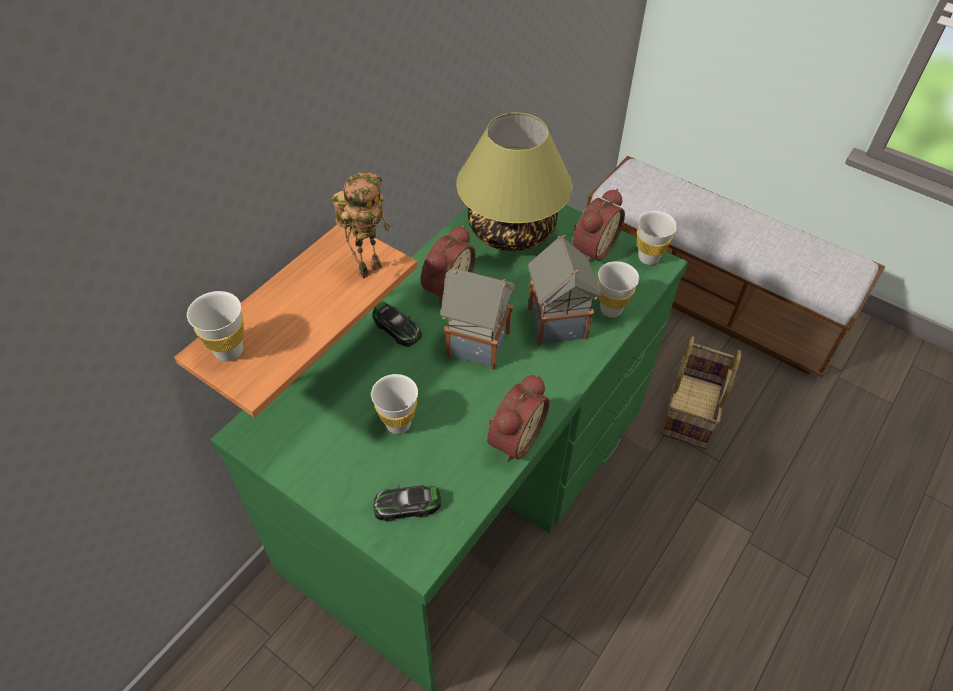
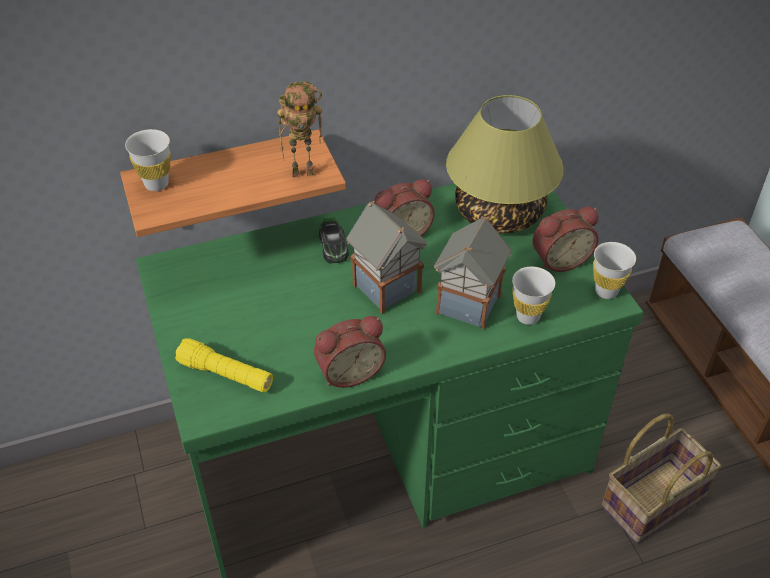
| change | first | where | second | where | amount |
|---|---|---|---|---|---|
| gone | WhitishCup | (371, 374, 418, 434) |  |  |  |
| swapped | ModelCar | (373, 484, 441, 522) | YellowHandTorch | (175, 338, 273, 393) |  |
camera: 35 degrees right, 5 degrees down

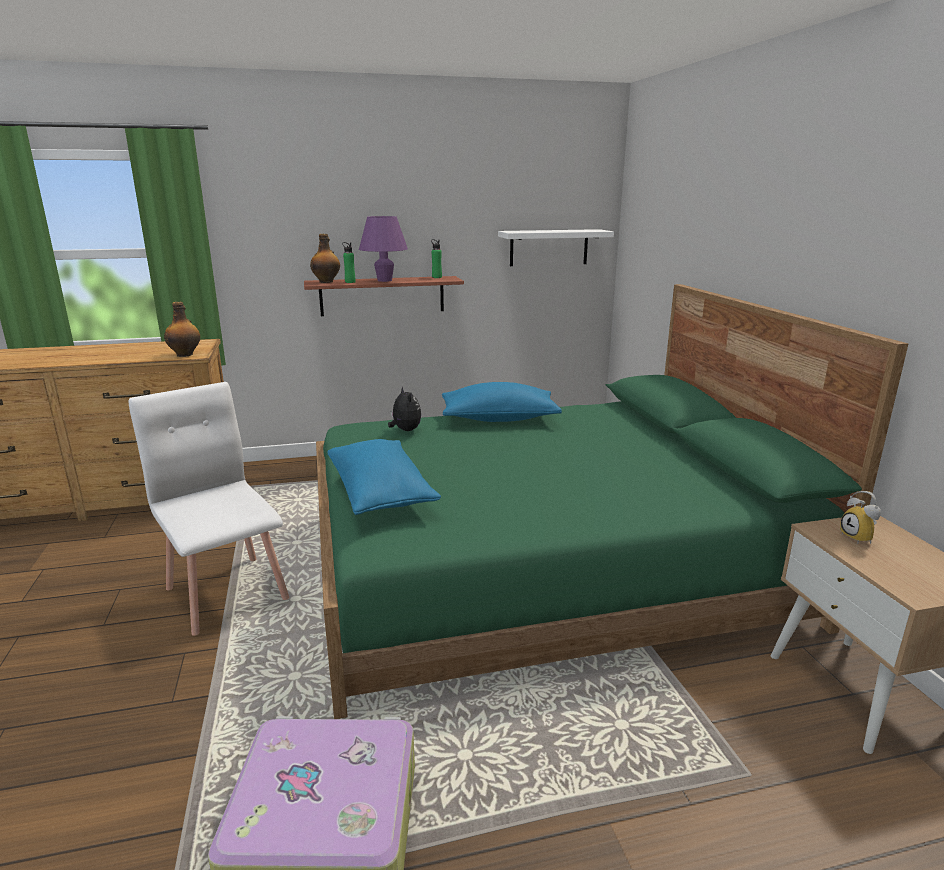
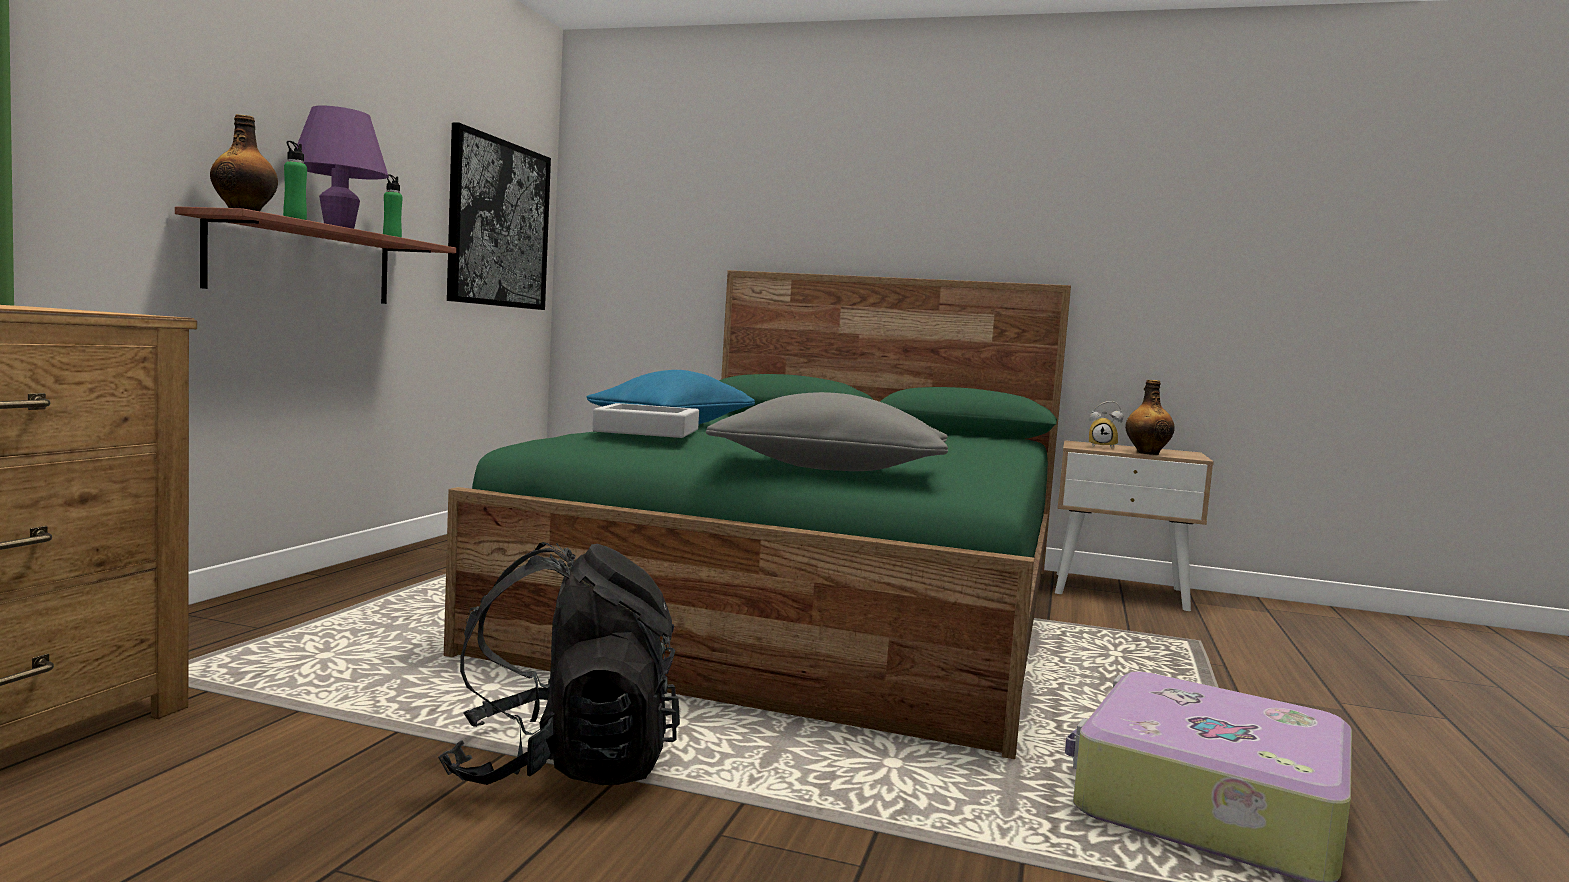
| change | first | where | second | where | amount |
|---|---|---|---|---|---|
| shifted | BeverageBottle | (164, 302, 200, 357) |  | (1125, 380, 1175, 455) |  |
| swapped | WhitishUprightChair | (129, 382, 289, 636) | BlackishBackpack | (438, 542, 680, 785) |  |
| swapped | PlushToy | (388, 386, 421, 431) | GreyServingTray | (592, 403, 699, 438) |  |
| swapped | WhitishShelf | (498, 229, 614, 266) | WallArt | (447, 123, 551, 310) |  |
| repainted | BluishCushion | (327, 439, 441, 515) | GreyCushion | (706, 392, 948, 471) |  |
camera: 60 degrees left, 15 degrees down

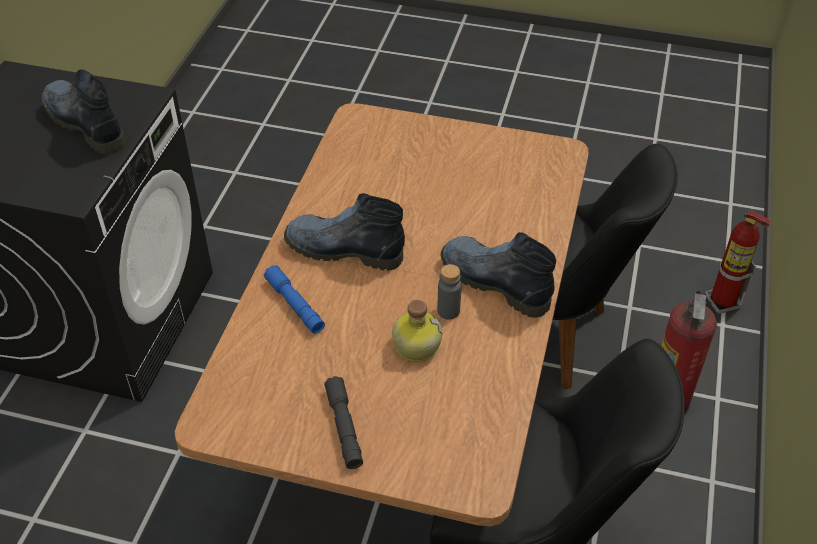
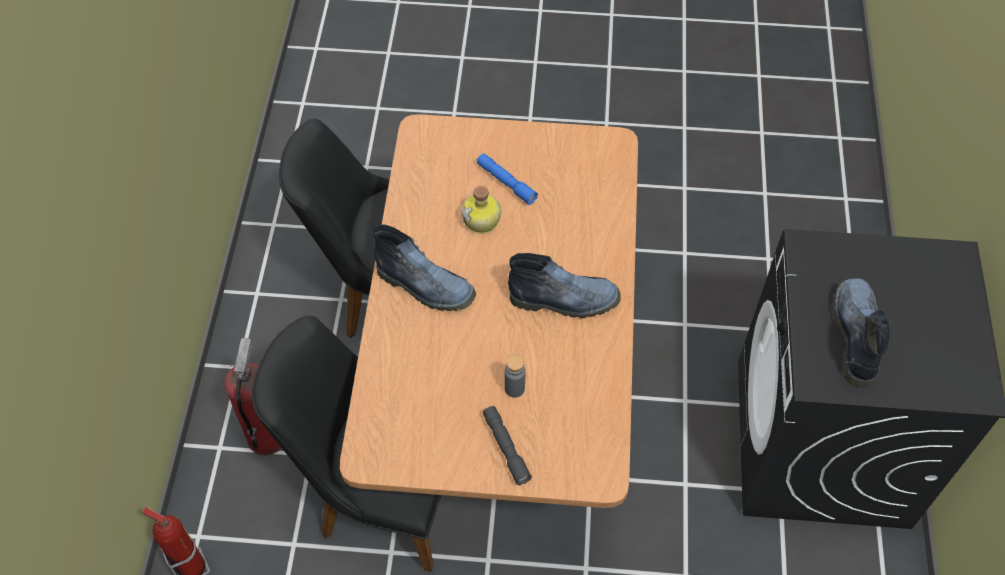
| change | first | where | second | where | amount |
|---|---|---|---|---|---|
| shifted | BluishHandTorch | (264, 265, 325, 334) |  | (477, 153, 538, 205) |  |
| shifted | GreyHandTorch | (324, 376, 363, 469) |  | (483, 406, 532, 486) |  |
| shifted | GreyBeverageBottle | (437, 264, 462, 320) |  | (504, 355, 525, 398) |  |
| rotated | TallBoot | (41, 69, 126, 154) |  | (834, 278, 891, 388) | 120 degrees counterclockwise |
camera: 170 degrees right, 10 degrees up

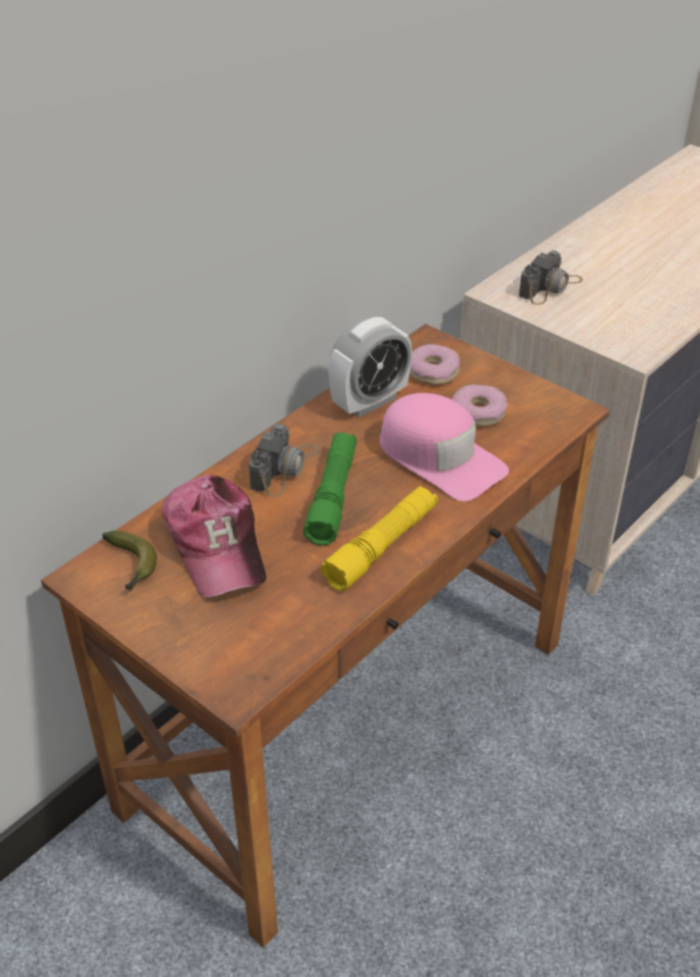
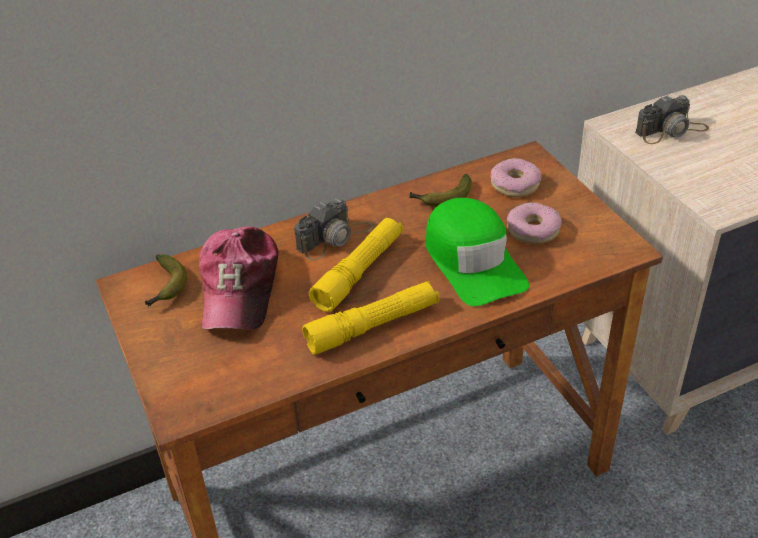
| change | first | where | second | where | amount |
|---|---|---|---|---|---|
| swapped | BedsideClock | (328, 317, 412, 417) | WholeBanana | (409, 174, 472, 207) |  |
| repainted | GreenColouredHandTorch | (303, 433, 357, 546) | YellowHandTorch | (309, 217, 403, 312) |  |
| repainted | PinkPeakedCap | (380, 393, 509, 501) | GreenColouredPeakedCap | (425, 198, 529, 306) |  |
camera: 25 degrees right, 0 degrees up

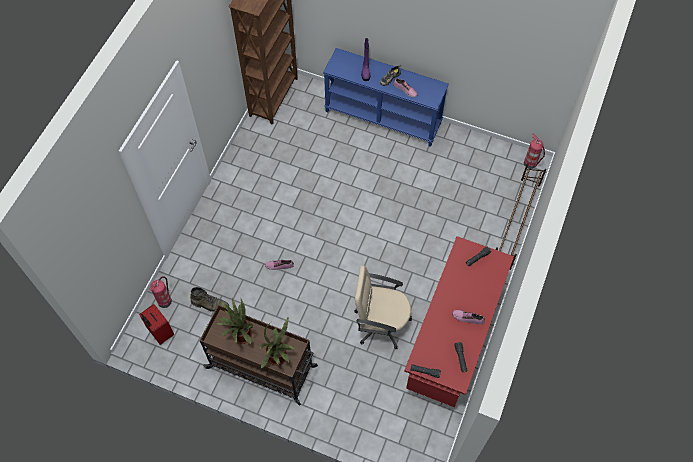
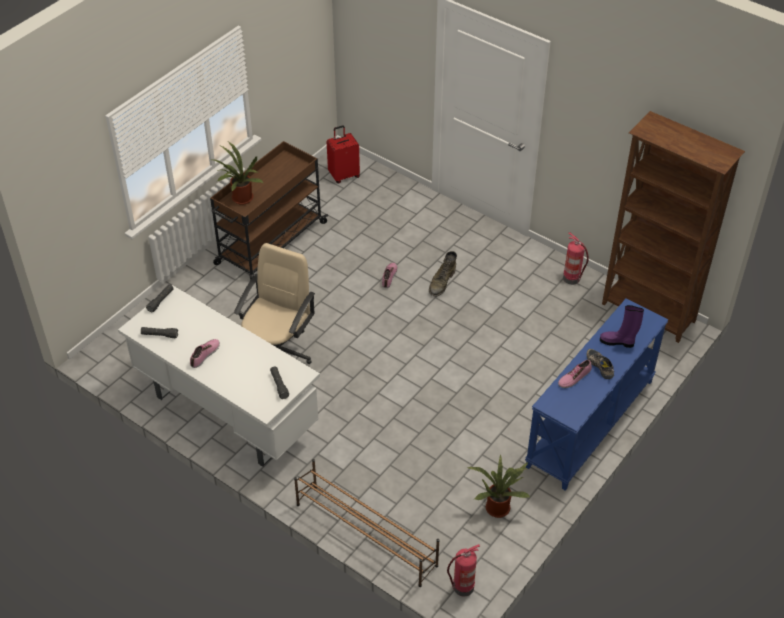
| change | first | where | second | where | amount |
|---|---|---|---|---|---|
| shifted | FireFightingCylinder | (149, 276, 172, 308) |  | (563, 232, 589, 285) |  |
| shifted | GreenColouredTallBoot | (190, 287, 229, 312) |  | (429, 251, 457, 297) |  |
| shifted | PlantInAPot | (215, 298, 253, 344) |  | (467, 454, 531, 518) |  |
| repainted | RedDesk | (404, 236, 514, 407) | WhitishDesk | (118, 285, 320, 467) |  |
camera: 105 degrees right, 15 degrees down

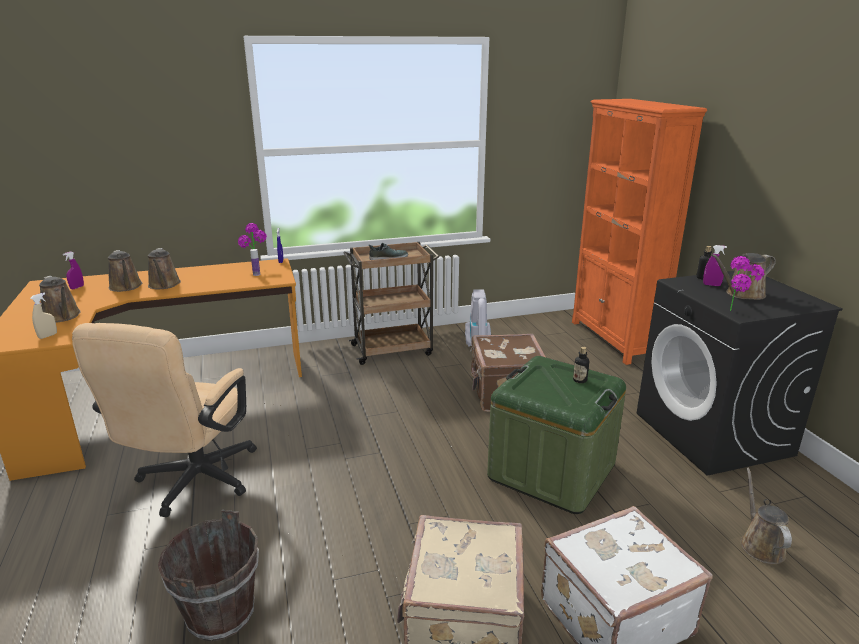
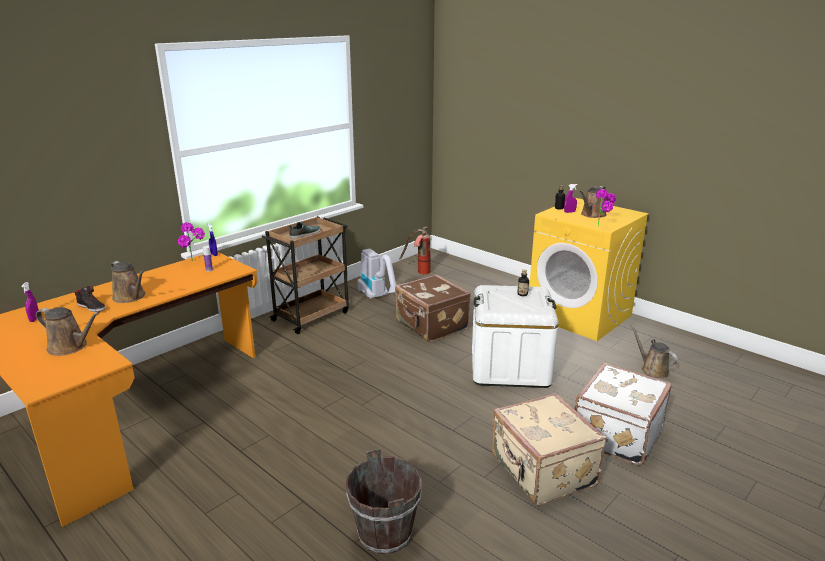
| change | first | where | second | where | amount |
|---|---|---|---|---|---|
| gone | BeigeColouredHandSprayer | (30, 293, 57, 339) |  |  |  |
| gone | BeigeColouredOfficeChair | (72, 323, 257, 517) |  |  |  |
| gone | OrangeyBookshelf | (572, 99, 707, 365) |  |  |  |
| new |  |  | FireFightingCylinder | (399, 227, 432, 275) |  |
| swapped | BrownSprinklingCan | (108, 250, 142, 292) | BlackishLowShoe | (74, 286, 106, 312) |  |
| repainted | GreenColouredStorageBin | (487, 356, 626, 514) | WhitishStorageBin | (472, 285, 558, 388) |  |
| repainted | BlackishWashingMachine | (637, 271, 842, 476) | YellowWashingMachine | (529, 198, 649, 341) |  |
camera: 30 degrees left, 0 degrees up

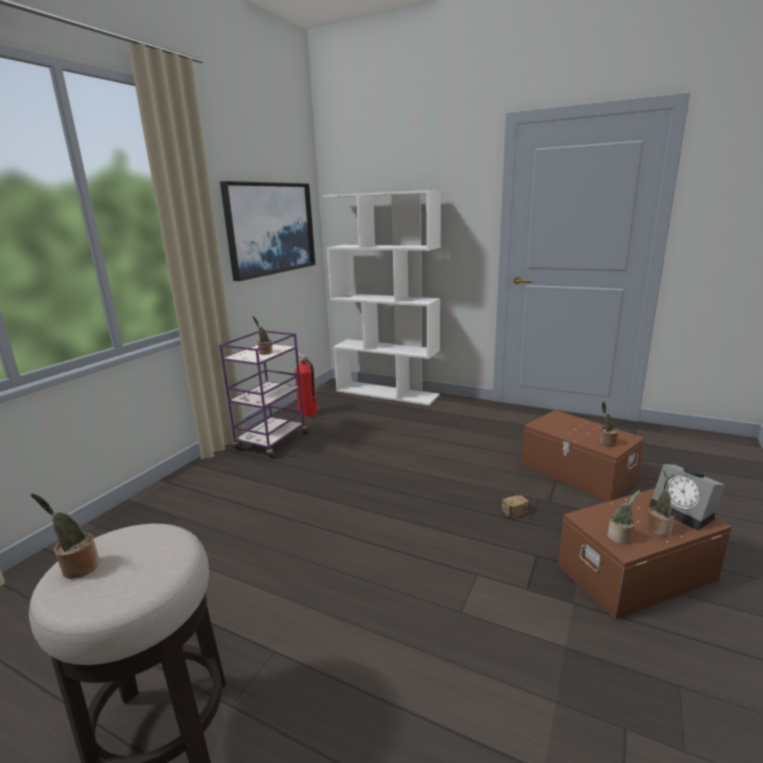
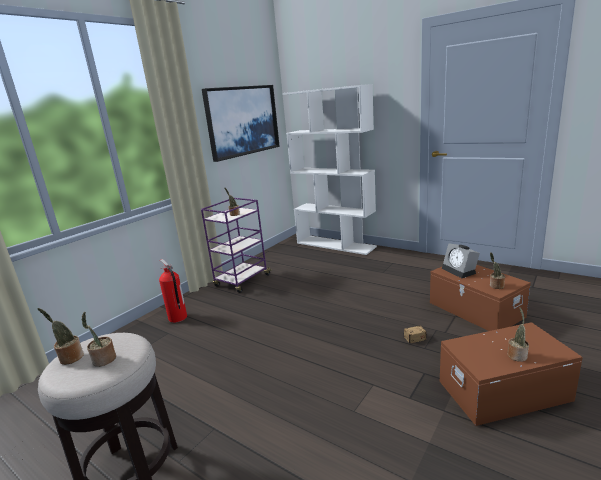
| change | first | where | second | where | amount |
|---|---|---|---|---|---|
| shifted | FireFightingCylinder | (294, 352, 317, 417) |  | (159, 259, 187, 323) |  |
| shifted | PlantInAPot | (607, 490, 640, 544) |  | (81, 312, 116, 367) |  |
| shifted | BedsideClock | (649, 464, 725, 530) |  | (442, 243, 480, 278) |  |
camera: 10 degrees right, 0 degrees up

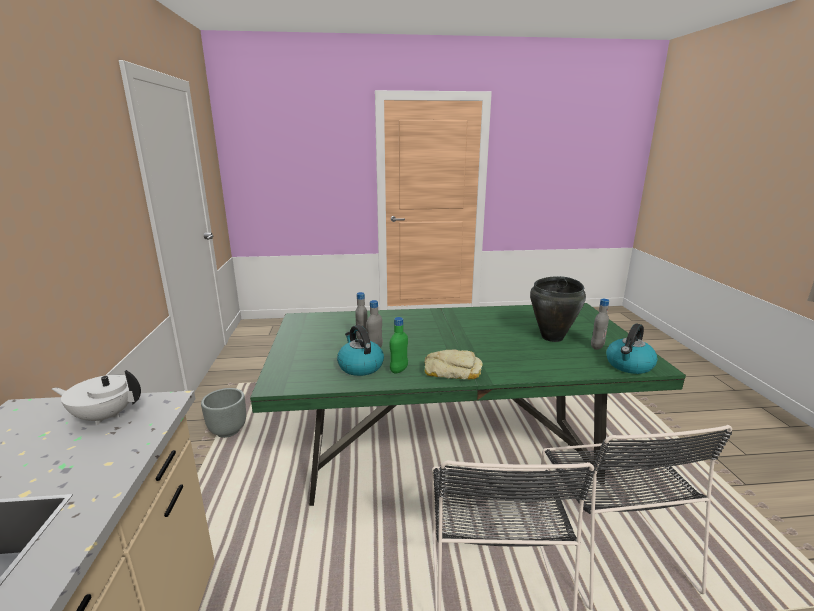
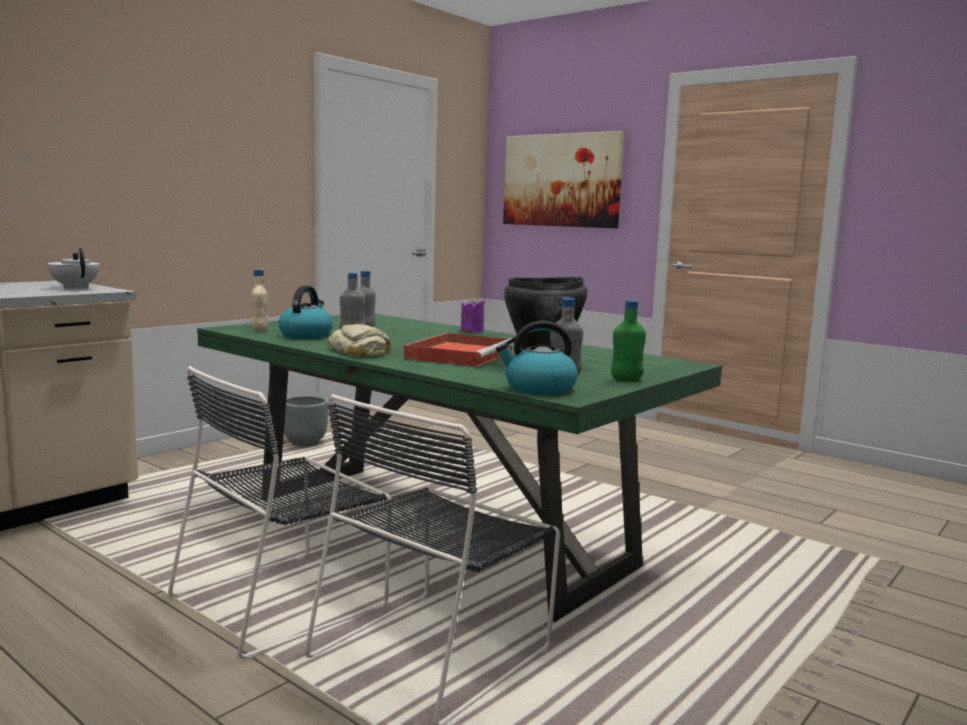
| change | first | where | second | where | amount |
|---|---|---|---|---|---|
| new |  |  | BeigeColouredBeverageBottle | (251, 269, 268, 332) |  |
| new |  |  | RedServingTray | (404, 333, 514, 367) |  |
| new |  |  | PurpleCandle | (461, 297, 485, 333) |  |
| new |  |  | WallArt | (503, 131, 624, 228) |  |
| shifted | GreenColouredBeverageBottle | (390, 317, 408, 374) |  | (611, 300, 646, 381) |  |
camera: 45 degrees right, 10 degrees down

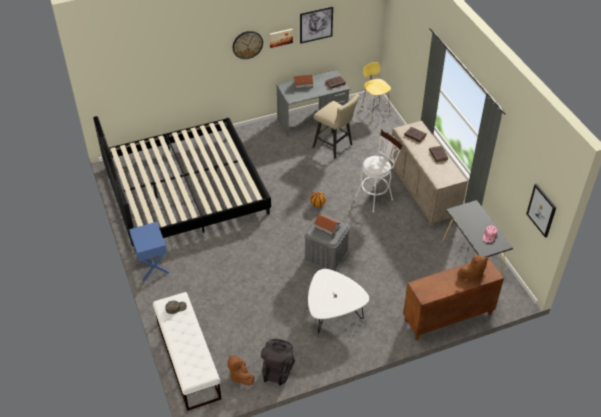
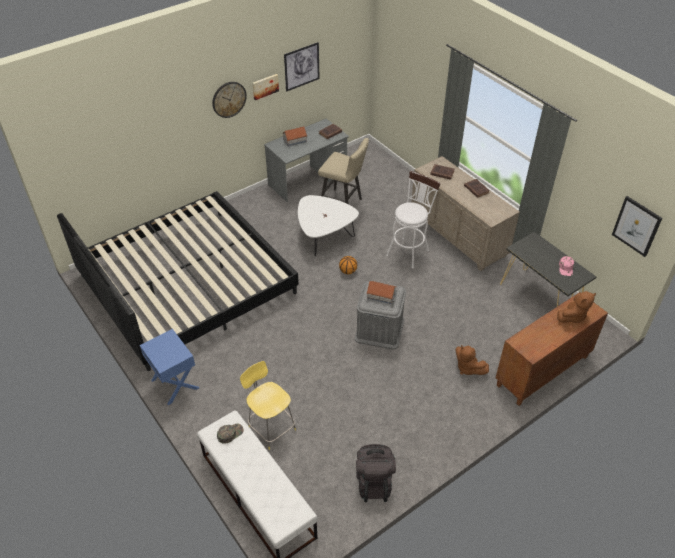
| change | first | where | second | where | amount |
|---|---|---|---|---|---|
| shifted | BrownPlushToy | (227, 355, 255, 385) |  | (455, 345, 489, 375) |  |
| shifted | WhitishCoffeeTable | (308, 269, 369, 333) |  | (298, 195, 359, 256) |  |
| shifted | YellowSittingStool | (361, 62, 391, 121) |  | (240, 361, 296, 450) |  |
camera: 15 degrees left, 0 degrees up

